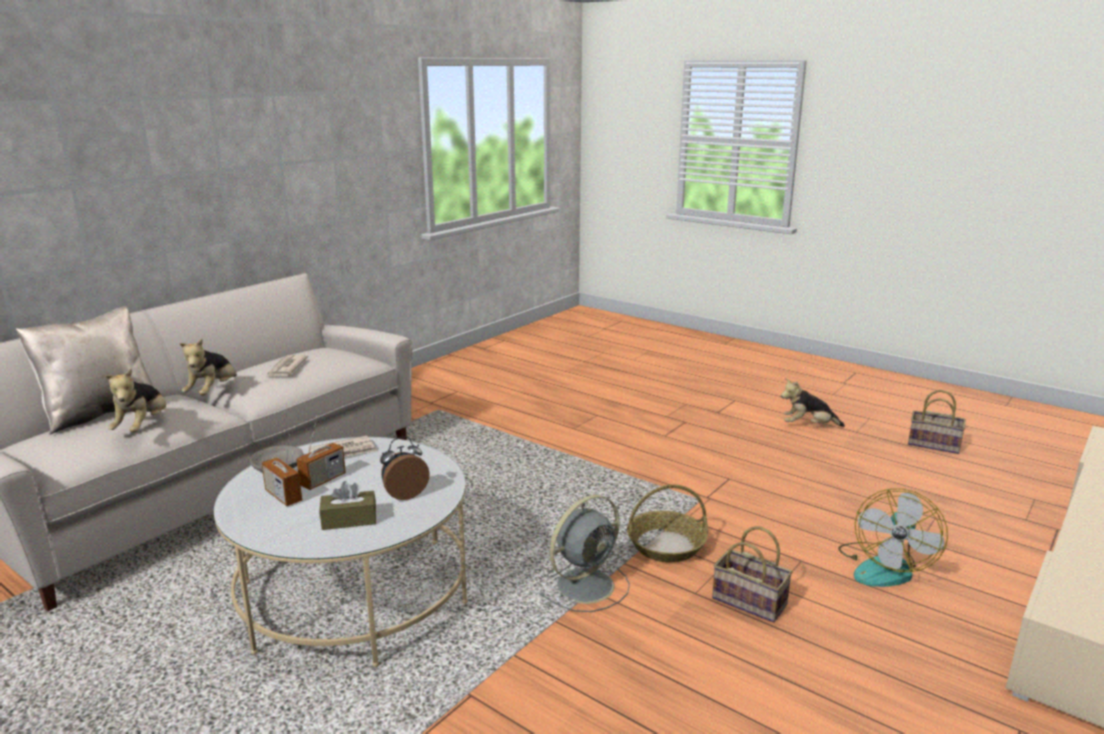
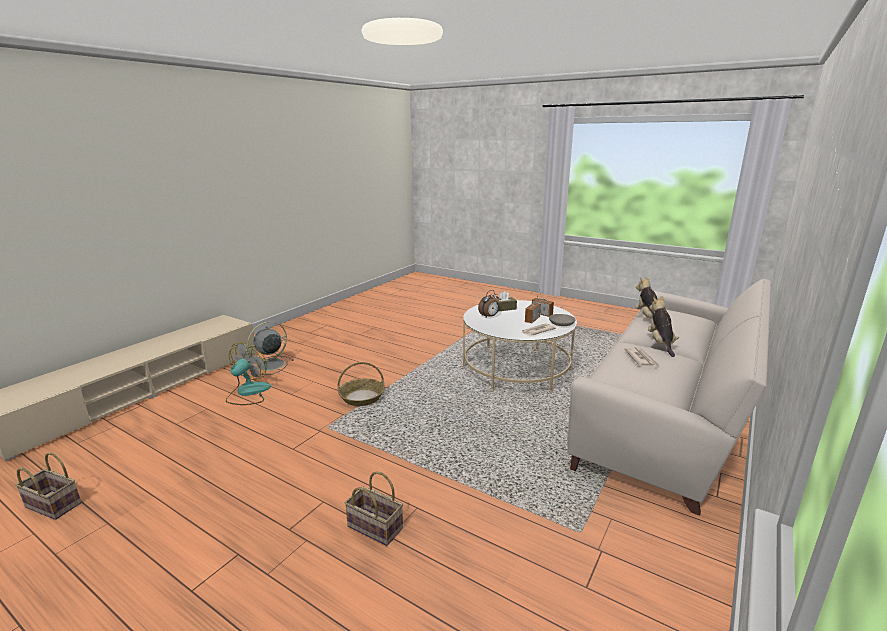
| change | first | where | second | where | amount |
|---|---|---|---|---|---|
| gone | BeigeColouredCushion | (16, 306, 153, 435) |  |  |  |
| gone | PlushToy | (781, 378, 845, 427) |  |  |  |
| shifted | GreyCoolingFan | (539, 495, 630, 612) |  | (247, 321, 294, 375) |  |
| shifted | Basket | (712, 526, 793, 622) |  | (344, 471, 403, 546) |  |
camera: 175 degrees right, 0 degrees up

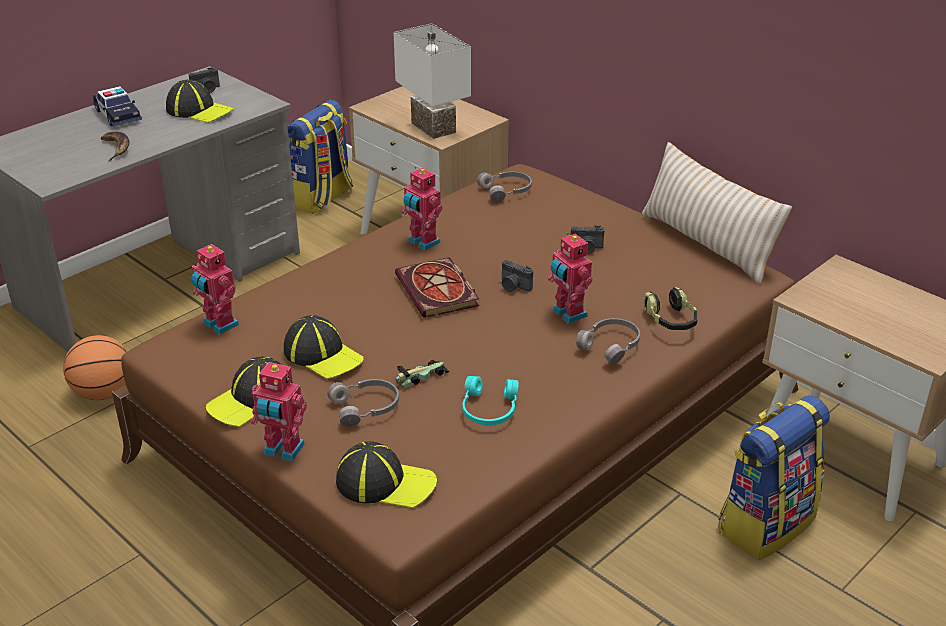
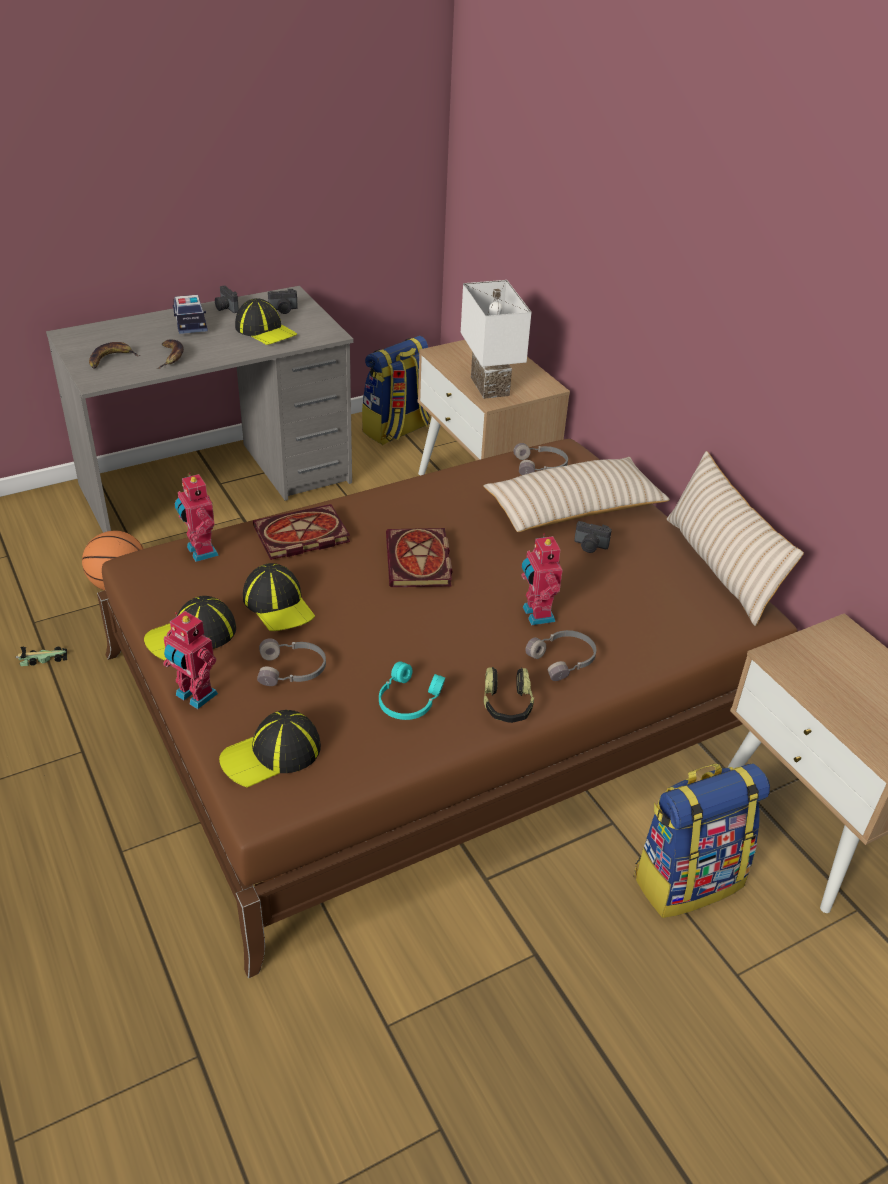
| change | first | where | second | where | amount |
|---|---|---|---|---|---|
| gone | ModelRobot | (401, 167, 443, 251) |  |  |  |
| new |  |  | WholeBanana | (89, 342, 140, 369) |  |
| new |  |  | Volume | (253, 504, 350, 560) |  |
| new |  |  | BeigeColouredCushion | (483, 457, 670, 532) |  |
| shifted | ModelCar | (395, 360, 450, 388) |  | (16, 647, 67, 666) |  |
| shifted | StillCamera | (502, 260, 533, 292) |  | (215, 286, 239, 313) |  |
| shifted | Headset | (644, 287, 698, 330) |  | (483, 667, 534, 723) |  |
| rotated | PeakedCap | (336, 441, 437, 508) |  | (219, 710, 321, 788) | 120 degrees clockwise |
camera: 15 degrees right, 5 degrees up

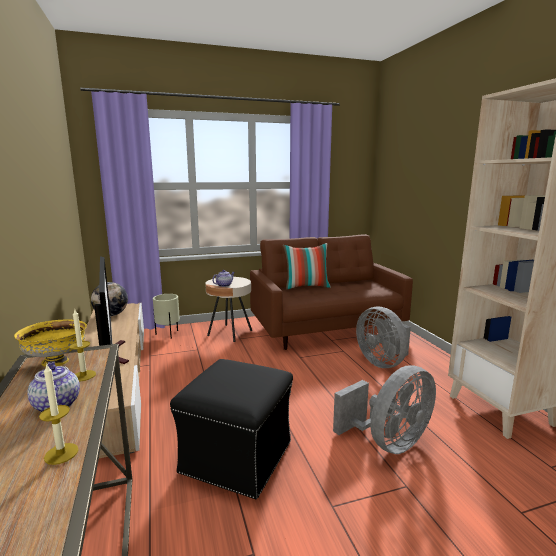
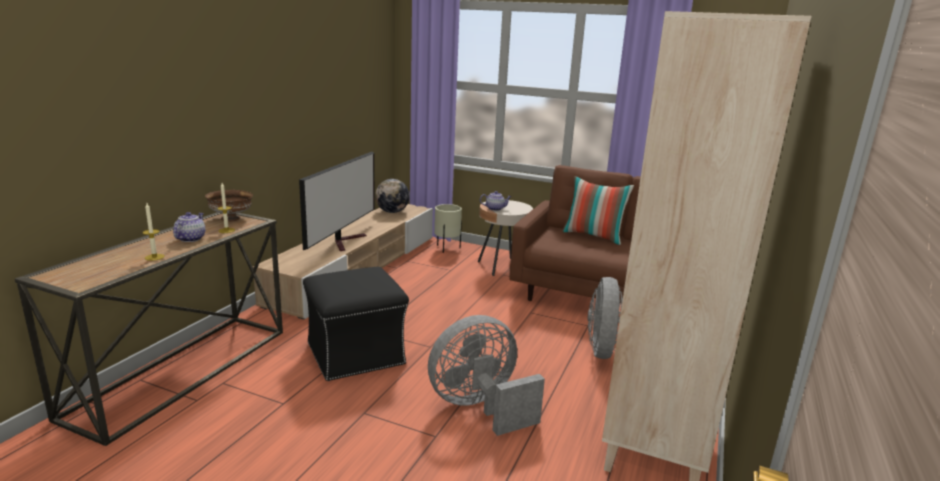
| change | first | where | second | where | amount |
|---|---|---|---|---|---|
| repainted | YellowDeepDish | (14, 319, 87, 367) | BrownDeepDish | (205, 190, 253, 222) |  |
| rotated | GreyCoolingFan | (333, 365, 436, 454) |  | (428, 315, 545, 436) | 150 degrees clockwise |
camera: 40 degrees right, 5 degrees up

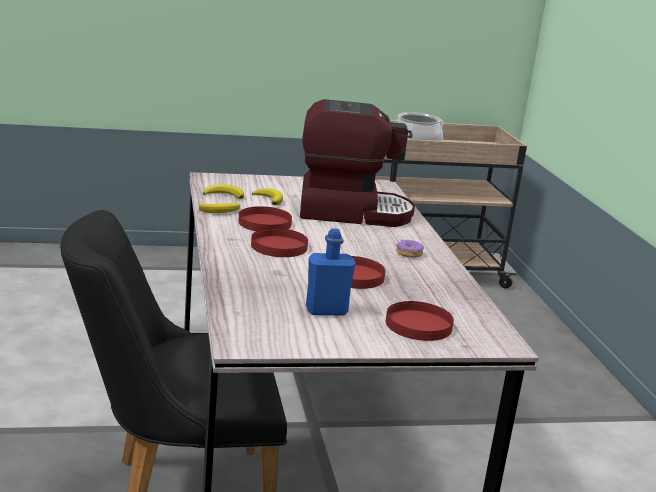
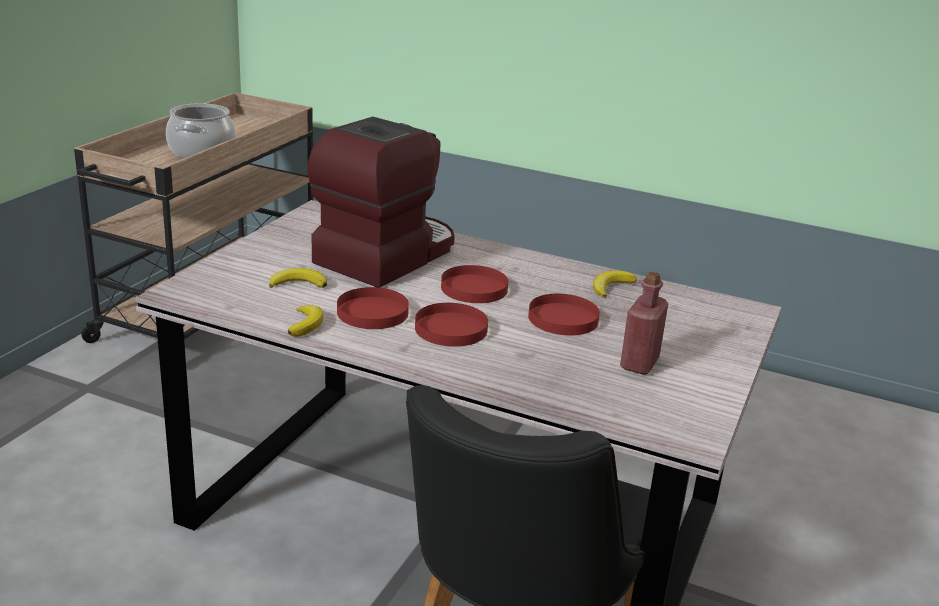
| change | first | where | second | where | amount |
|---|---|---|---|---|---|
| gone | RingDoughnut | (396, 239, 424, 258) |  |  |  |
| shifted | WholeBanana | (203, 184, 244, 199) |  | (593, 271, 637, 298) |  |
| shifted | RedDinnerPlate | (386, 301, 454, 341) |  | (441, 265, 508, 303) |  |
| repainted | BluishBeverageBottle | (306, 228, 356, 315) | RedBeverageBottle | (620, 272, 668, 375) |  |
camera: 55 degrees left, 5 degrees up

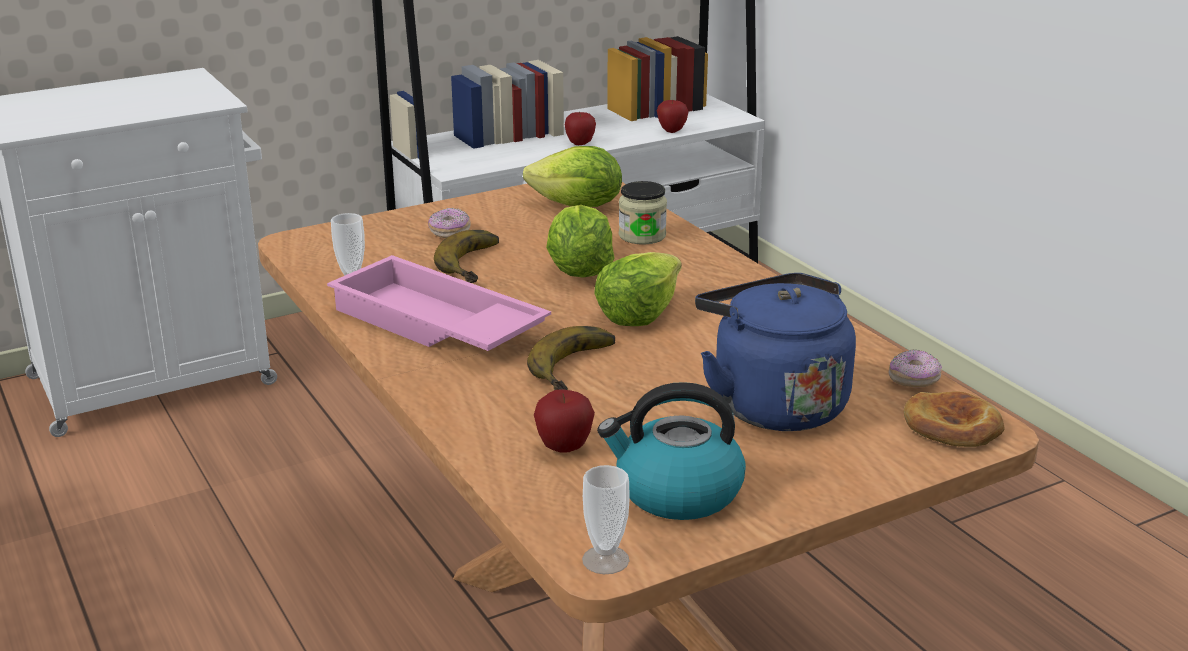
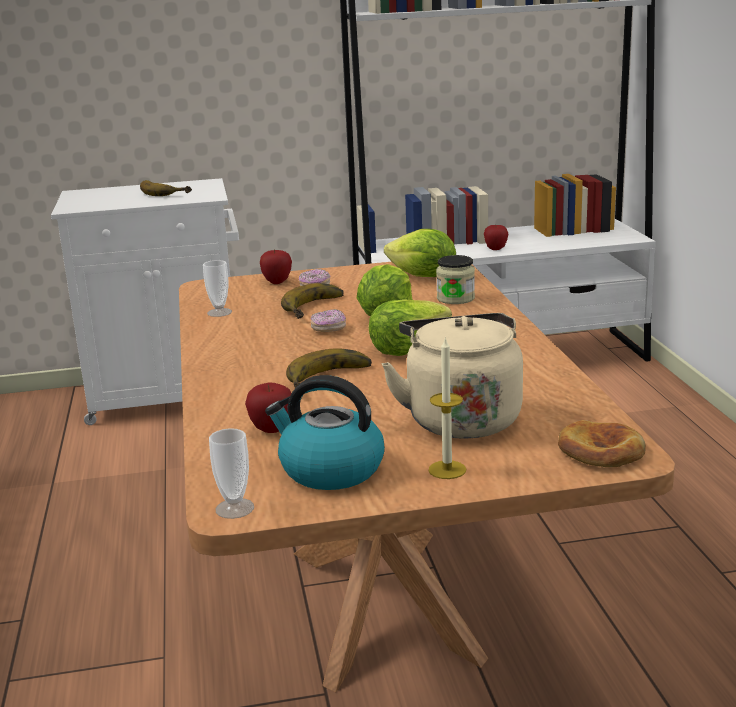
| change | first | where | second | where | amount |
|---|---|---|---|---|---|
| gone | PinkServingTray | (327, 255, 551, 351) |  |  |  |
| new |  |  | WholeBanana | (140, 180, 192, 196) |  |
| new |  |  | Candle | (428, 338, 466, 479) |  |
| shifted | Apple | (657, 100, 688, 133) |  | (260, 249, 292, 284) |  |
| shifted | RingDoughnut | (889, 349, 942, 387) |  | (310, 309, 346, 332) |  |
| repainted | BluishKettle | (695, 273, 856, 431) | BeigeColouredKettle | (381, 313, 523, 439) |  |
camera: 20 degrees right, 5 degrees down

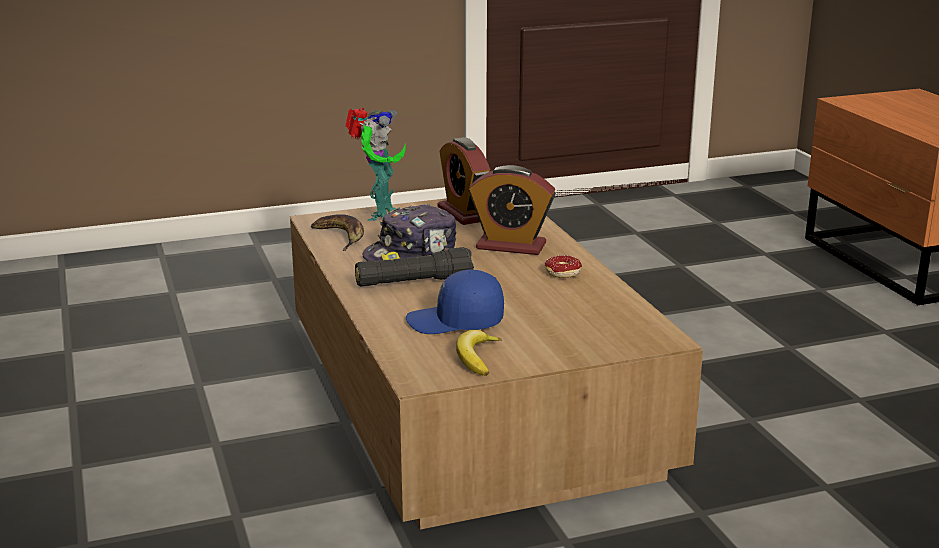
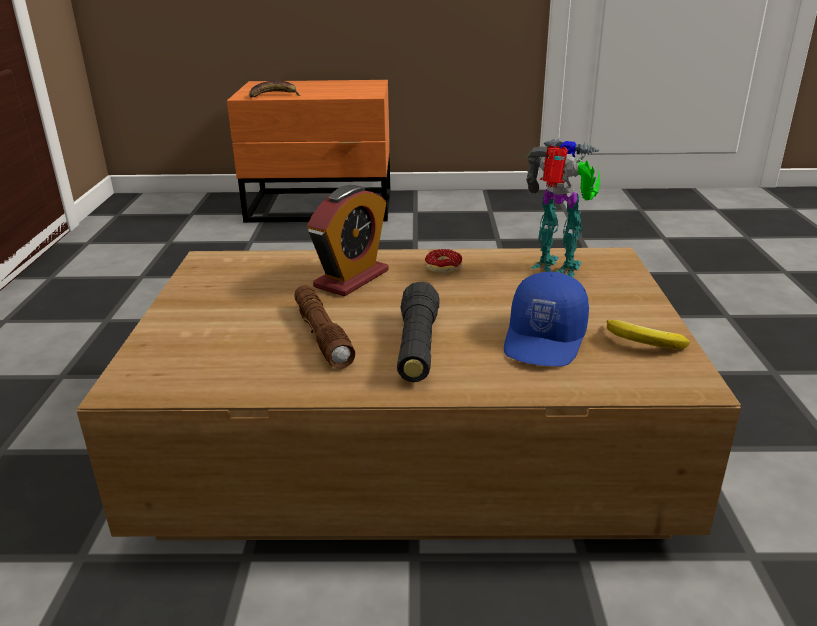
| change | first | where | second | where | amount |
|---|---|---|---|---|---|
| gone | BedsideClock | (437, 137, 490, 225) |  |  |  |
| shifted | WholeBanana | (311, 214, 364, 251) |  | (249, 81, 301, 98) |  |
| shifted | ModelRobot | (345, 107, 405, 221) |  | (526, 139, 600, 277) |  |
| swapped | PeakedCap | (363, 204, 457, 261) | BrownHandTorch | (294, 285, 355, 369) |  |
camera: 70 degrees left, 5 degrees up

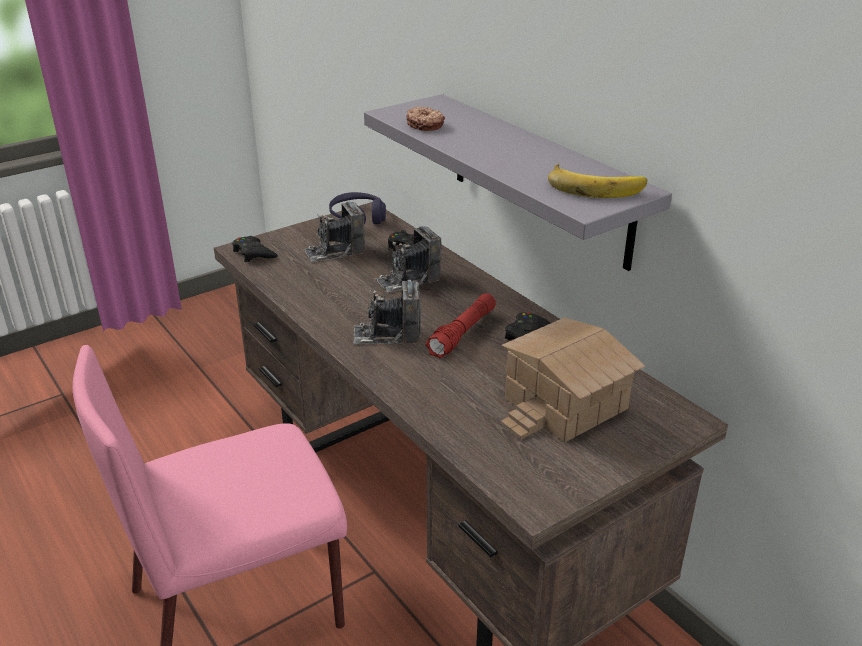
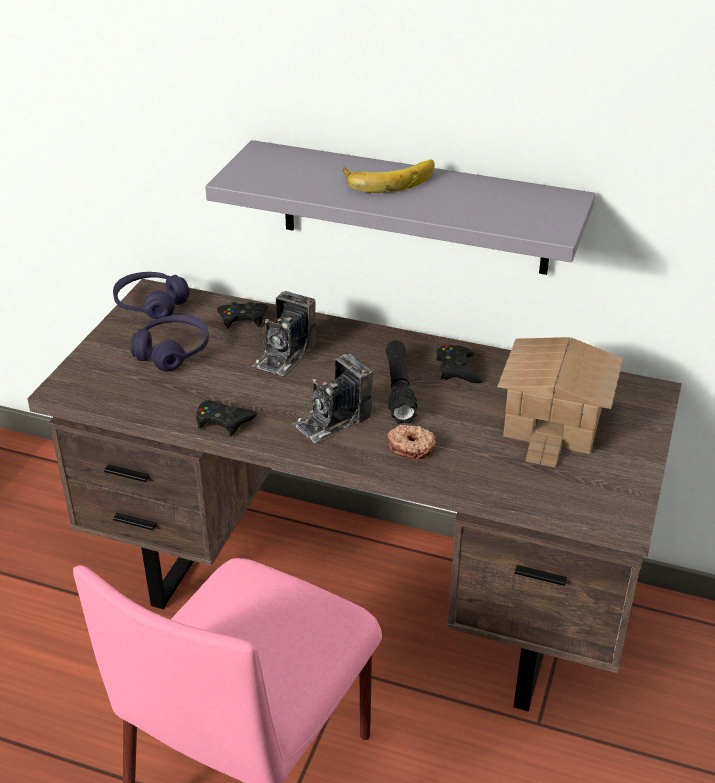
| change | first | where | second | where | amount |
|---|---|---|---|---|---|
| shifted | BlackishJoypad | (232, 236, 278, 262) |  | (196, 400, 257, 436) |  |
| shifted | RingDoughnut | (407, 107, 445, 131) |  | (387, 425, 437, 459) |  |
| shifted | WholeBanana | (548, 163, 647, 198) |  | (343, 159, 435, 193) |  |
| swapped | StillCamera | (304, 201, 365, 262) | PurpleHeadset | (130, 315, 209, 371) |  |
| repainted | RedHandTorch | (425, 293, 496, 358) | BlackishHandTorch | (386, 341, 417, 424) |  |
camera: 35 degrees left, 5 degrees up

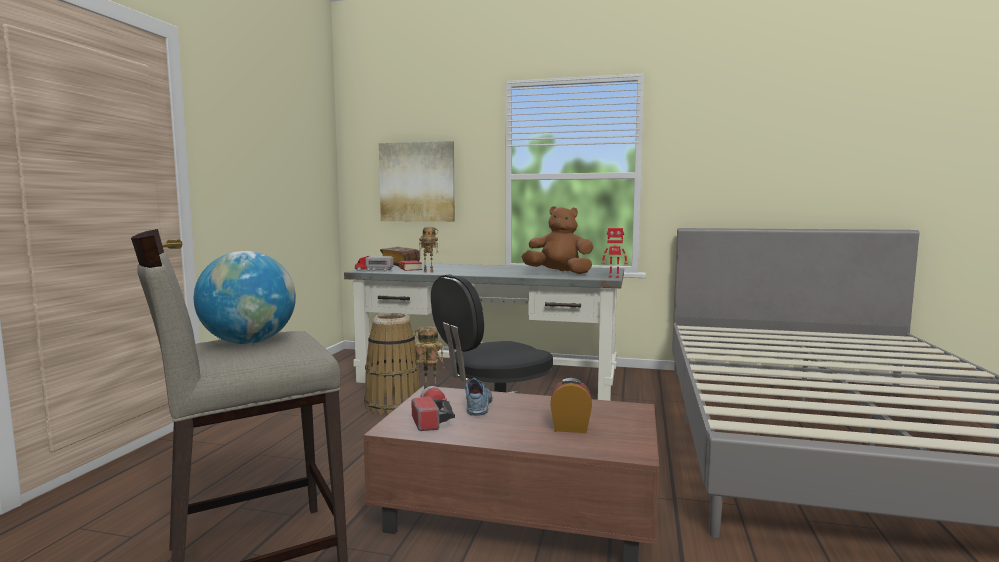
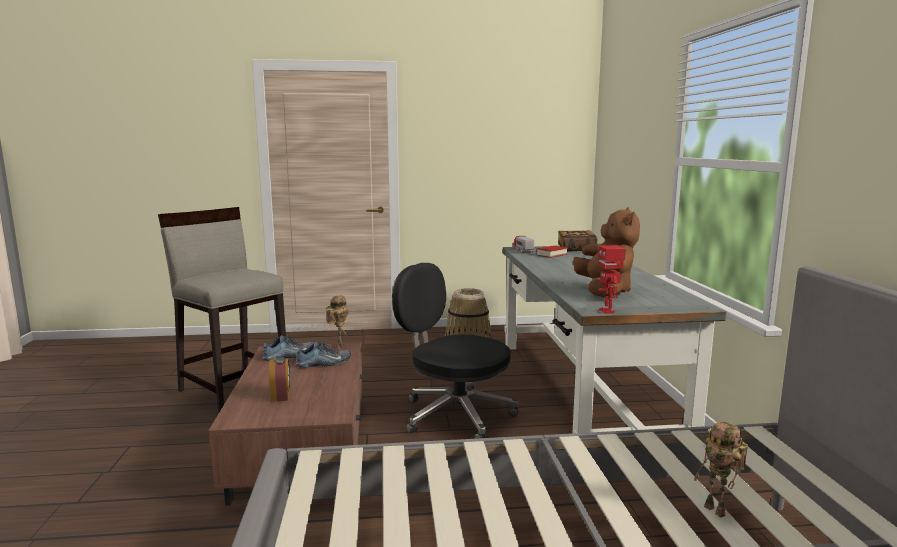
| change | first | where | second | where | amount |
|---|---|---|---|---|---|
| gone | WorldGlobe | (194, 251, 296, 344) |  |  |  |
| gone | WallArt | (379, 141, 455, 222) |  |  |  |
| shifted | ModelRobot | (419, 227, 438, 273) |  | (694, 422, 748, 518) |  |
| swapped | HandTorch | (411, 386, 455, 431) | LowShoe | (263, 335, 314, 361) |  |
camera: 70 degrees right, 5 degrees up

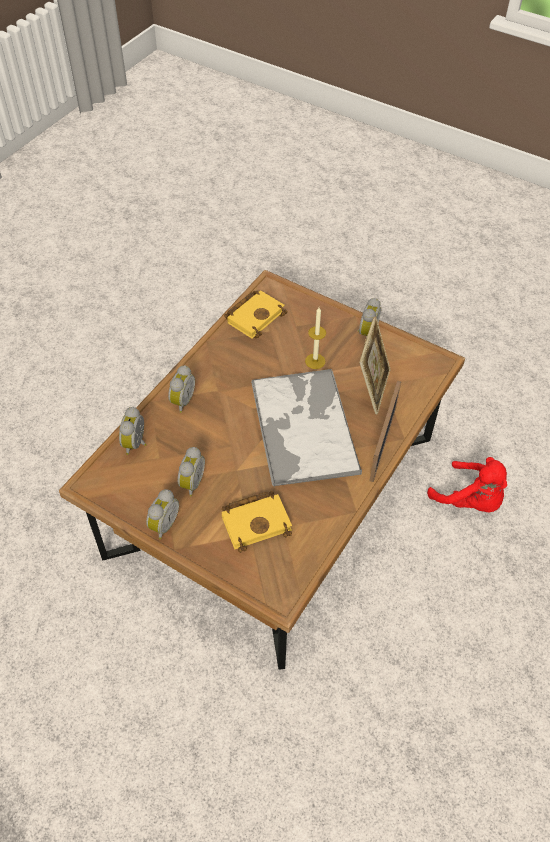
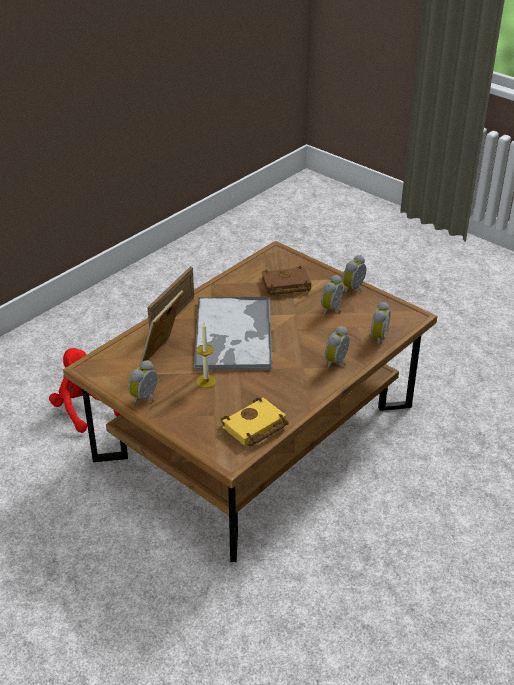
| change | first | where | second | where | amount |
|---|---|---|---|---|---|
| repainted | YellowVolume | (222, 491, 292, 553) | BrownVolume | (262, 266, 311, 295) |  |
camera: 170 degrees left, 15 degrees down

